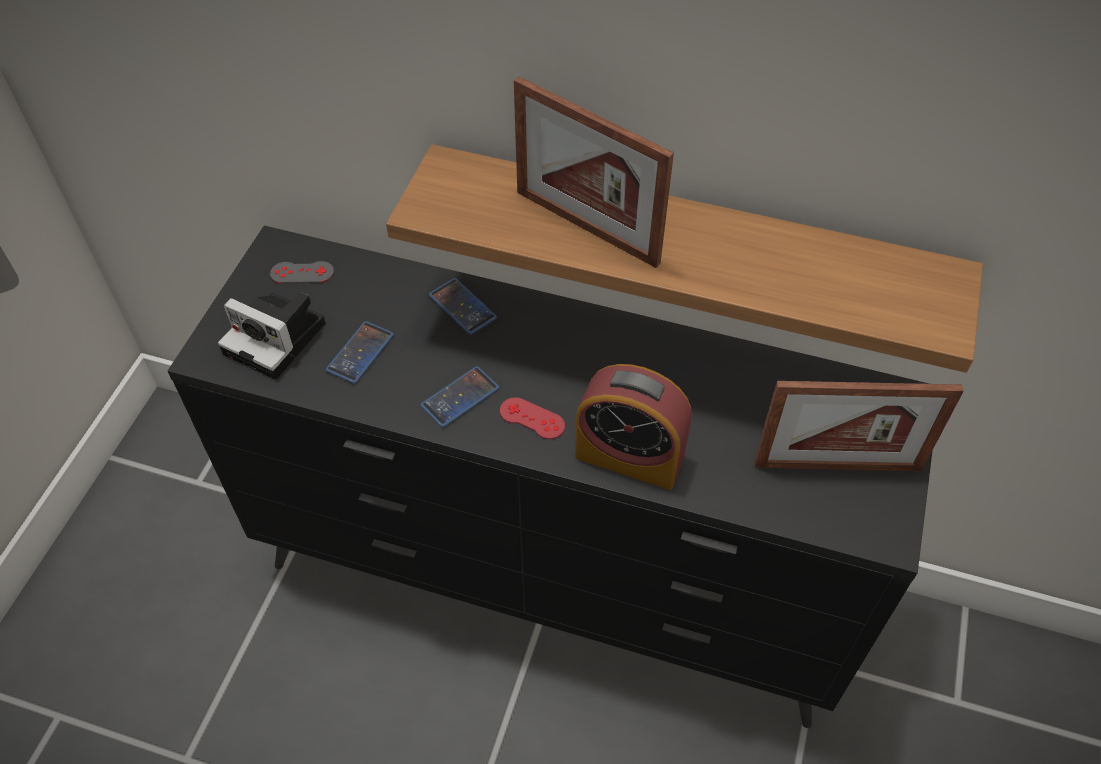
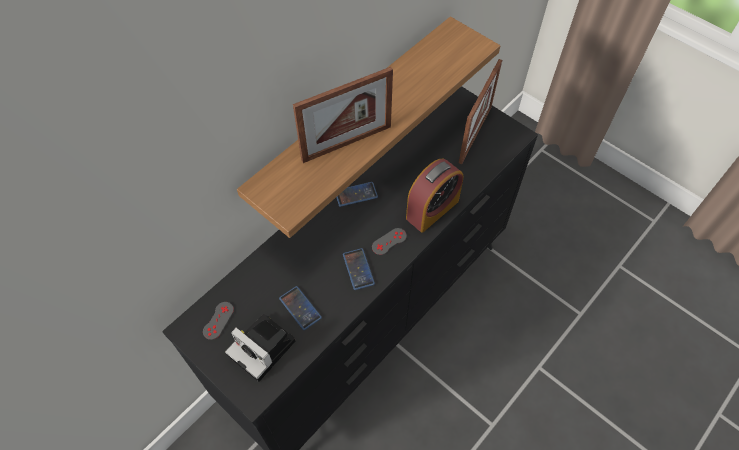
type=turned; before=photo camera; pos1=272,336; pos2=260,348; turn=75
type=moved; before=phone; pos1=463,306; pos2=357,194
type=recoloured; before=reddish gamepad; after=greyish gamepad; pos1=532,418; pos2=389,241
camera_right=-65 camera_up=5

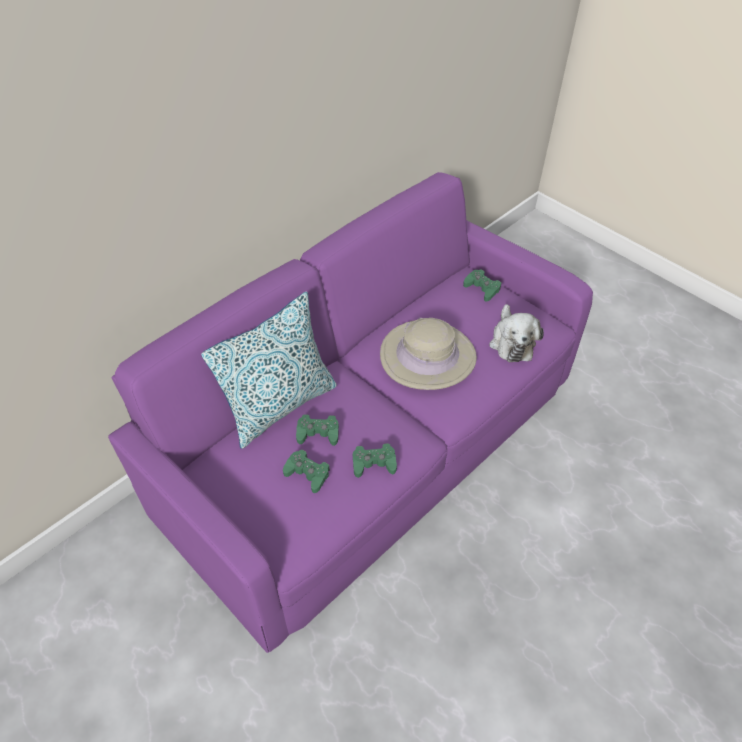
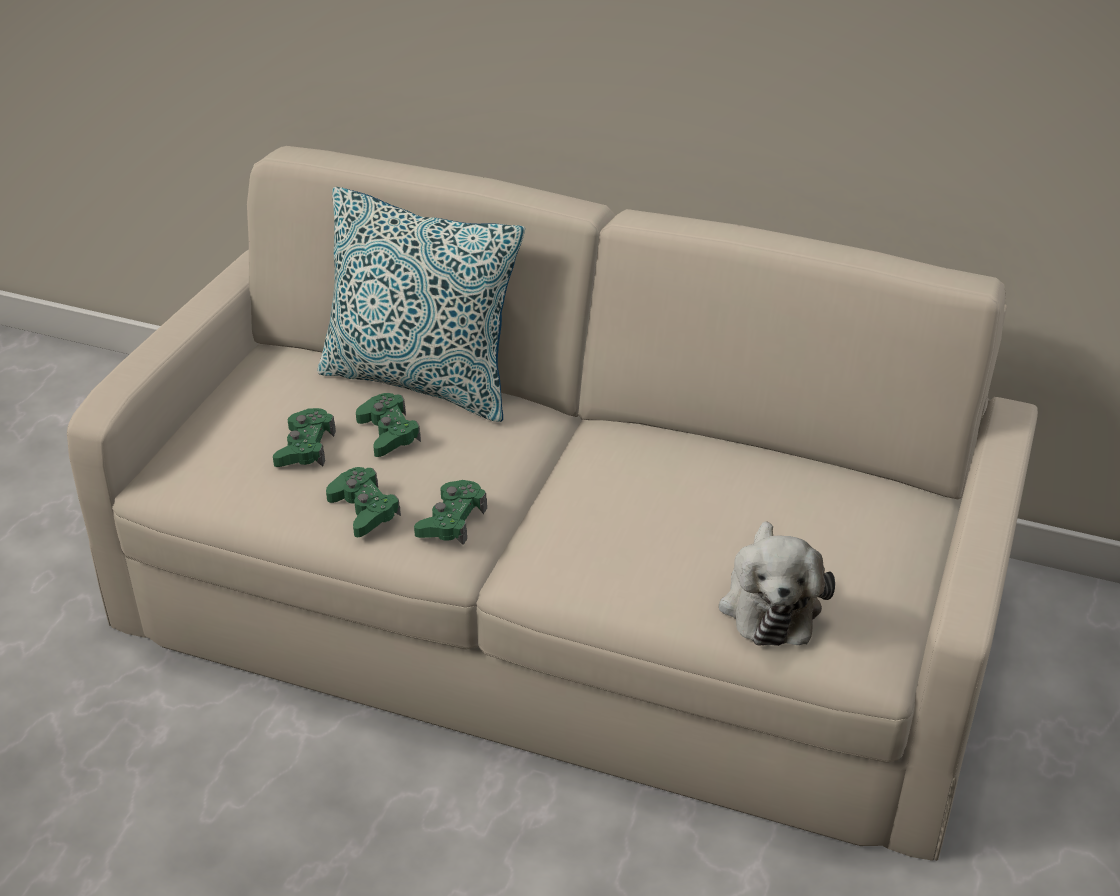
type=recoloured; before=purple settee; after=beige settee; pos1=350,412; pos2=552,503
type=moved; before=greenish gamepad; pos1=482,285; pos2=450,512
type=turned; before=soft toy; pos1=516,333; pos2=777,583; turn=-60
type=removed; before=beige hat; pos1=428,354
camera_right=65 camera_up=-10

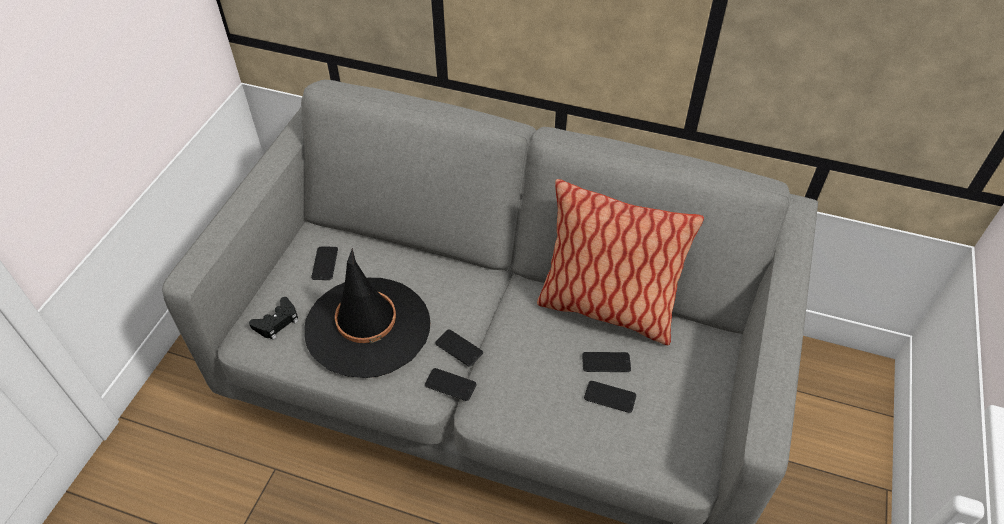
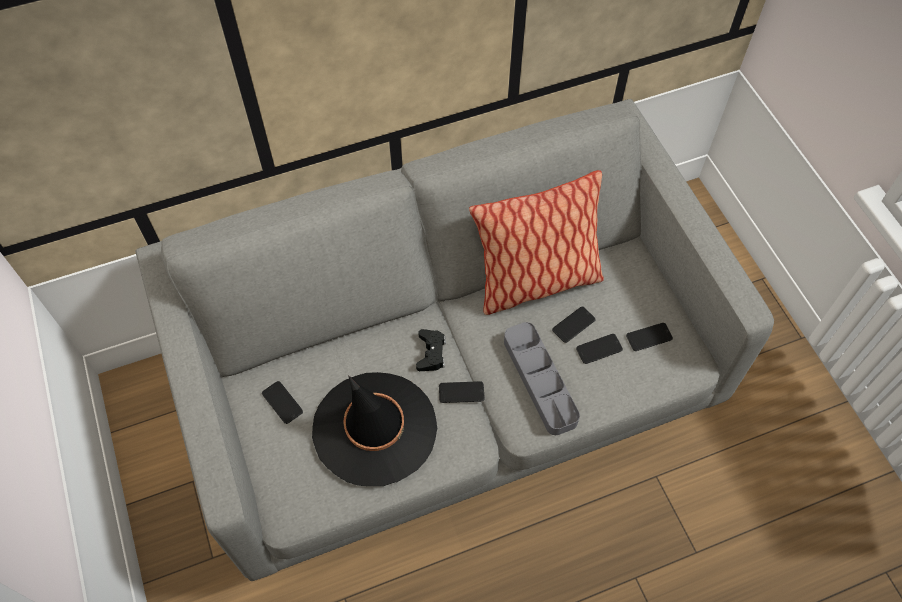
type=moved; before=black gamepad; pos1=273,318; pos2=431,350
type=added; after=greyish serving tray; pos2=542,378
type=moved; before=phone; pos1=451,384; pos2=649,337
camera_right=-40 camera_up=10

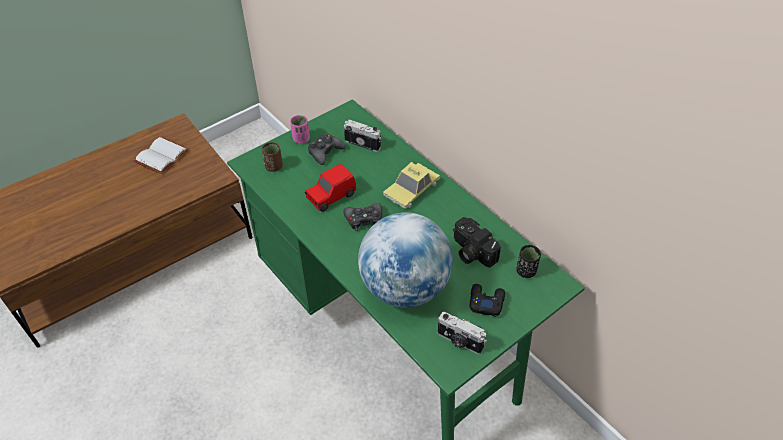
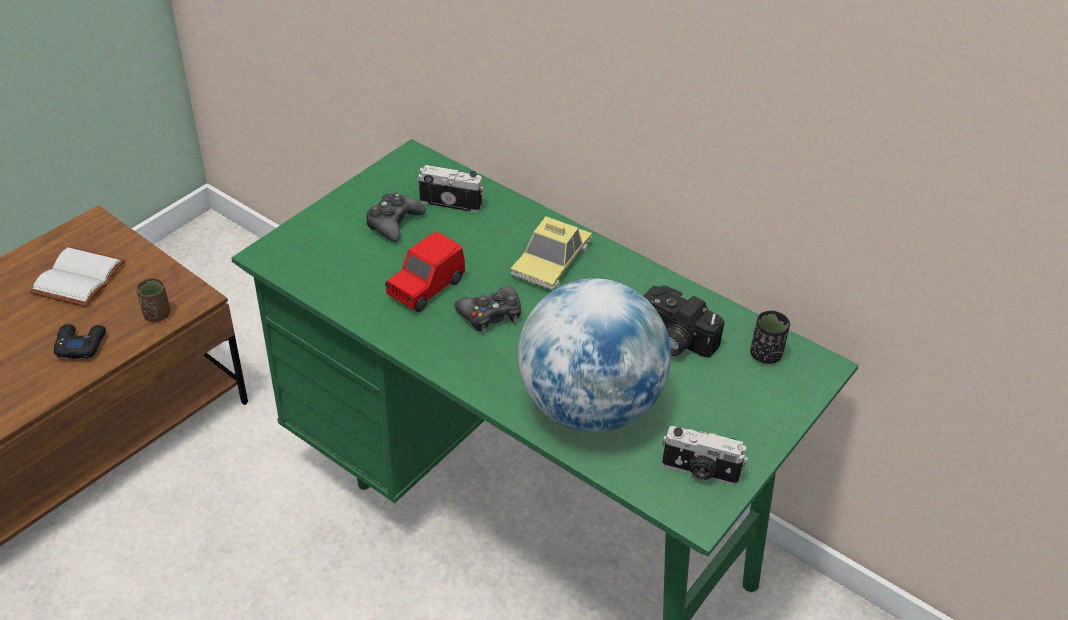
type=moved; before=black gamepad; pos1=487,300; pos2=80,341
type=moved; before=brown-coloured drinking cup; pos1=272,157; pos2=153,300
type=removed; before=pinkish drinking cup; pos1=300,129
camera_right=-15 camera_up=-5

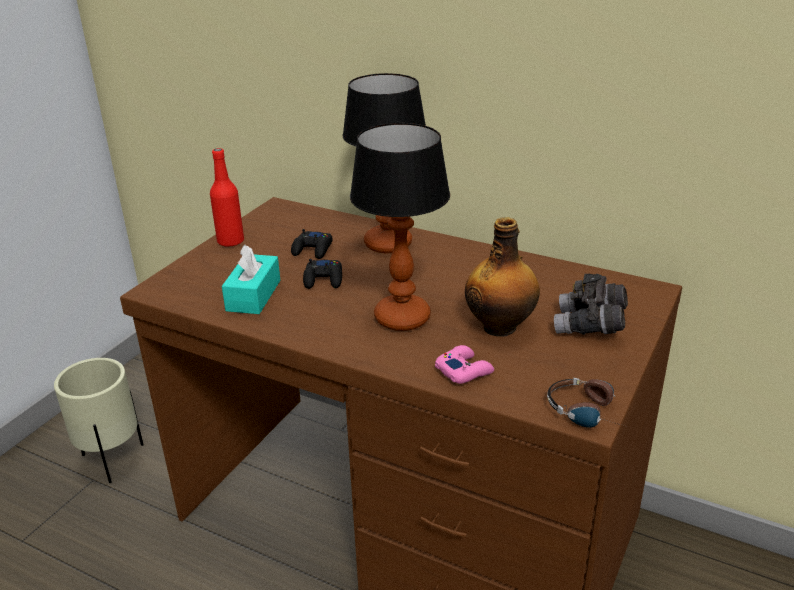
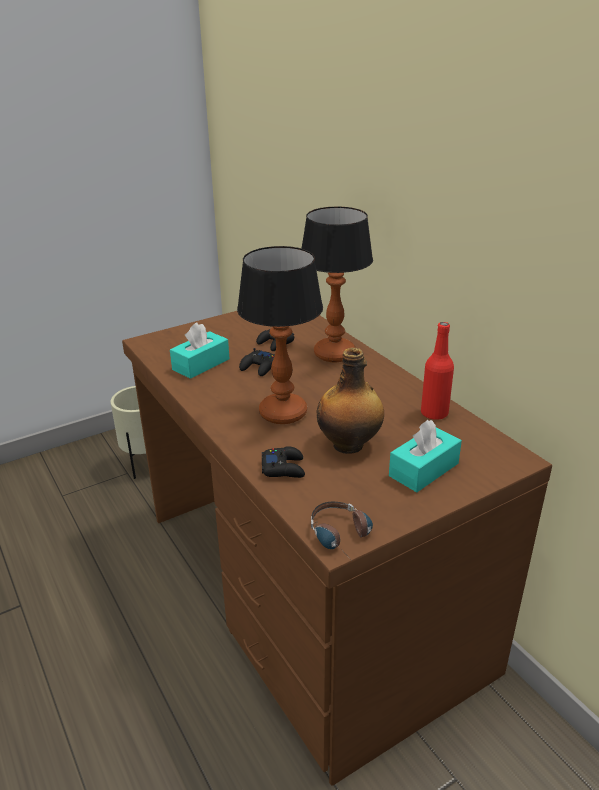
type=recoloured; before=pinkish gamepad; after=black gamepad; pos1=464,364; pos2=283,462
type=replaced; before=greyish pair of binoculars; after=turquoise tissue holder; pos1=591,304; pos2=425,456
type=moved; before=reddish beverage bottle; pos1=227,197; pos2=437,371
camera_right=30 camera_up=0

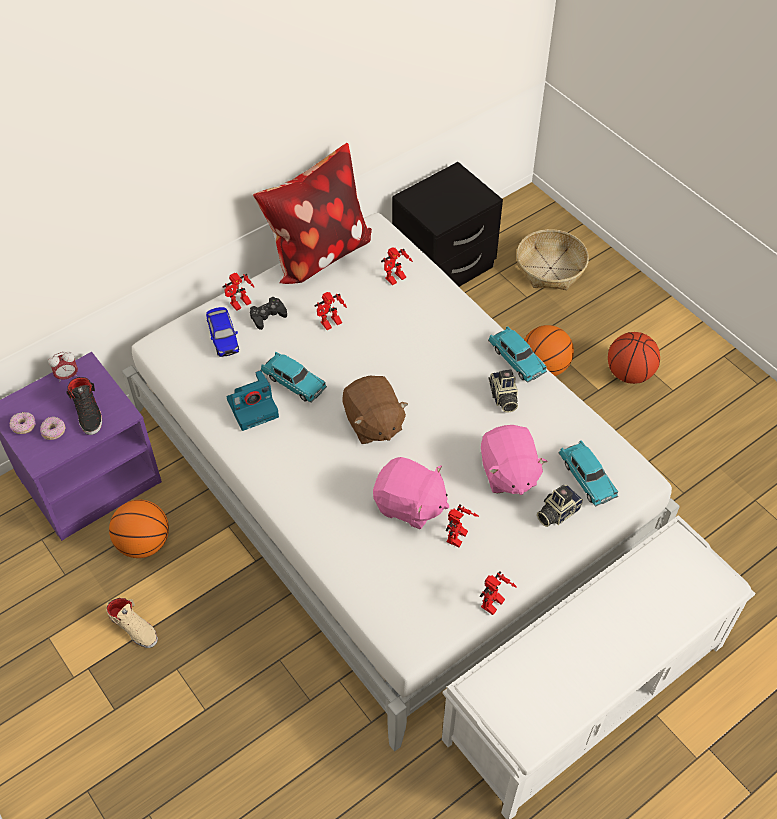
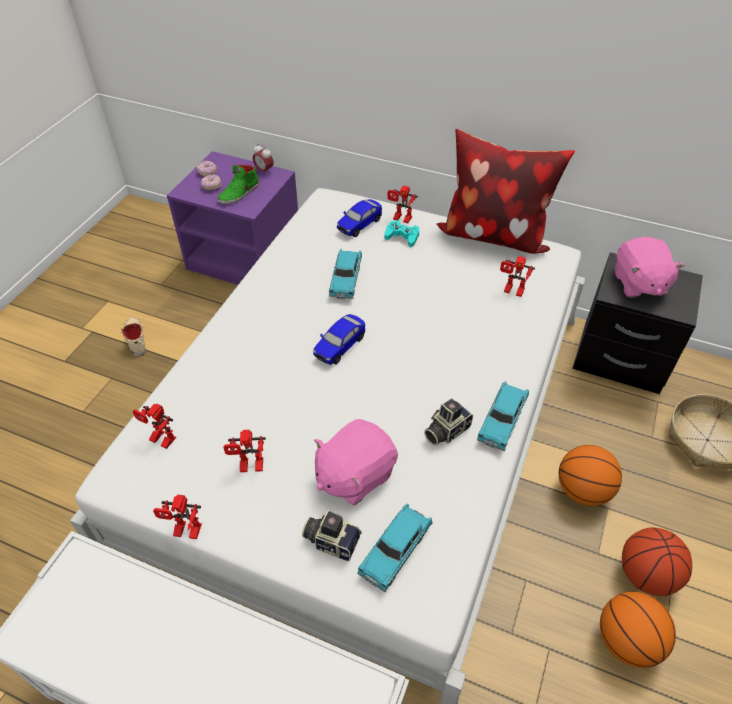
type=turned; before=beige low shoe; pos1=132,623; pos2=132,337; turn=150
type=moved; before=robot figure; pos1=330,311; pos2=154,426
type=recoloured; before=black low shoe; after=greenish low shoe; pos1=84,406; pos2=238,184
type=replaced; before=brown-coloured soft toy; after=miniature car; pos1=375,410; pos2=339,339
type=recoloured; before=black gamepad; after=turquoise gamepad; pos1=268,313; pos2=402,233
type=moved; before=basketball ball; pos1=139,529; pos2=638,630
type=moved; before=pinkish soft toy; pos1=411,493; pos2=650,267
type=removed; before=photo camera; pos1=253,400
camera_right=60 camera_up=-5

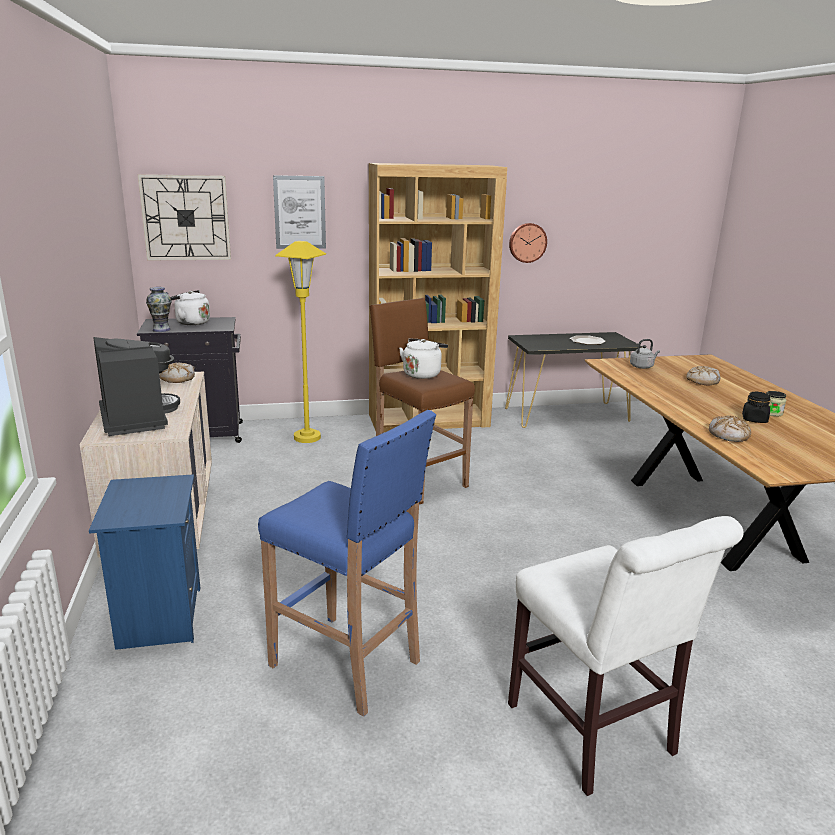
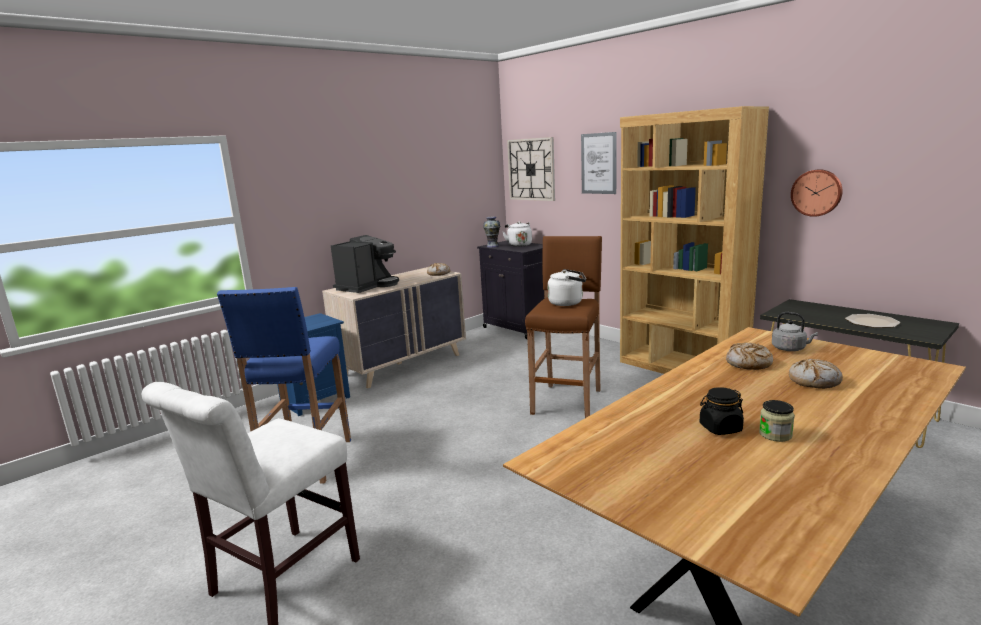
type=moved; before=bakery bread; pos1=730,429; pos2=749,356
type=removed; before=yellowish standing lamp; pos1=300,342
camera_right=60 camera_up=-5

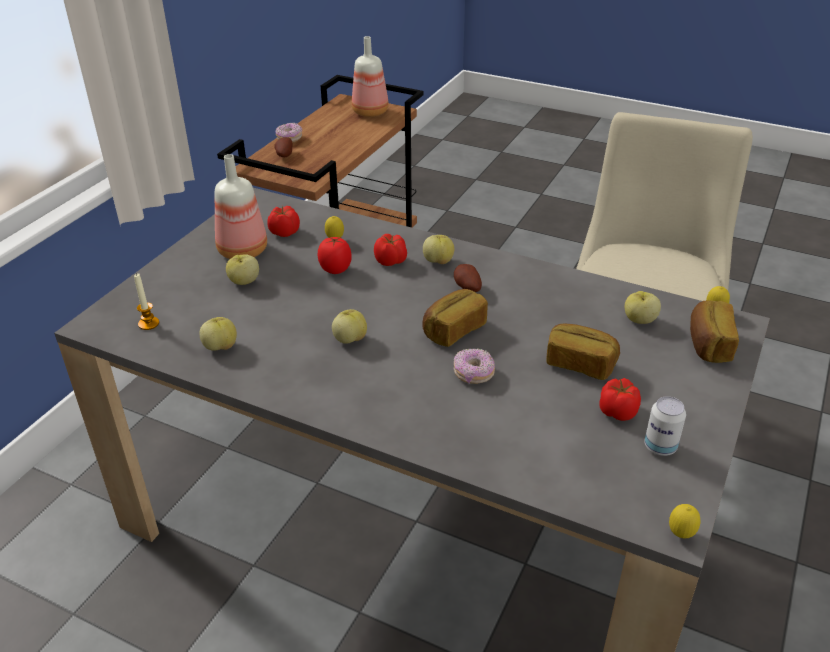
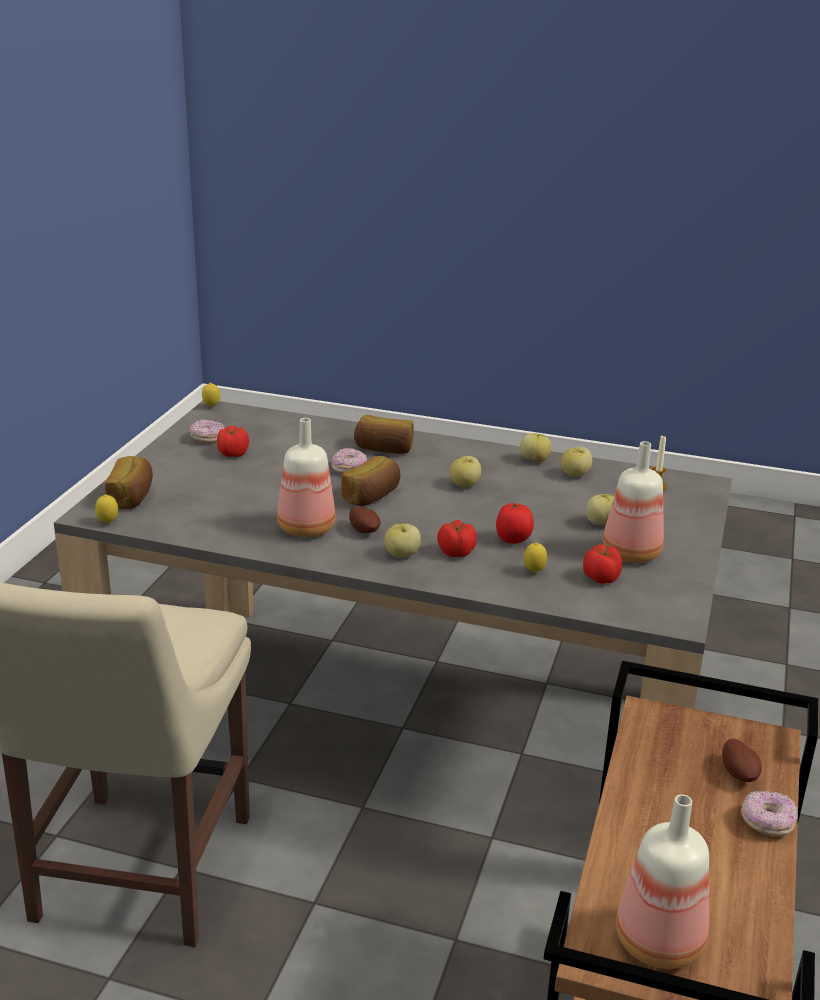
type=replaced; before=metal can; after=doughnut; pos1=665,426; pos2=207,431
type=added; after=beverage bottle; pos2=306,478
type=moved; before=bakery bread; pos1=583,351; pos2=384,434
type=moved; before=apple fruit; pos1=643,307; pos2=536,448
camera_right=170 camera_up=-10

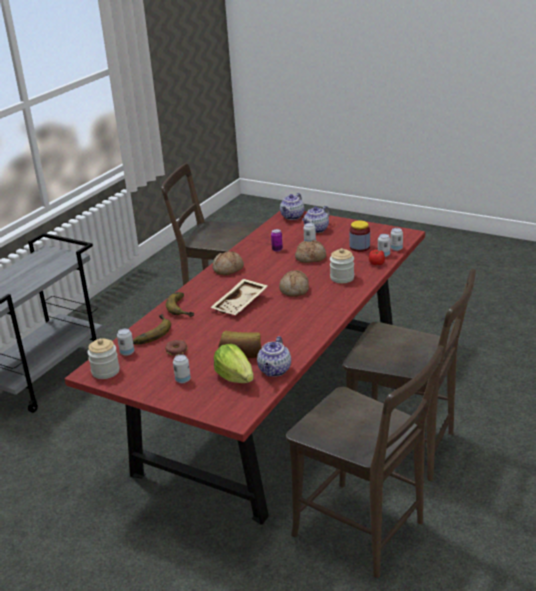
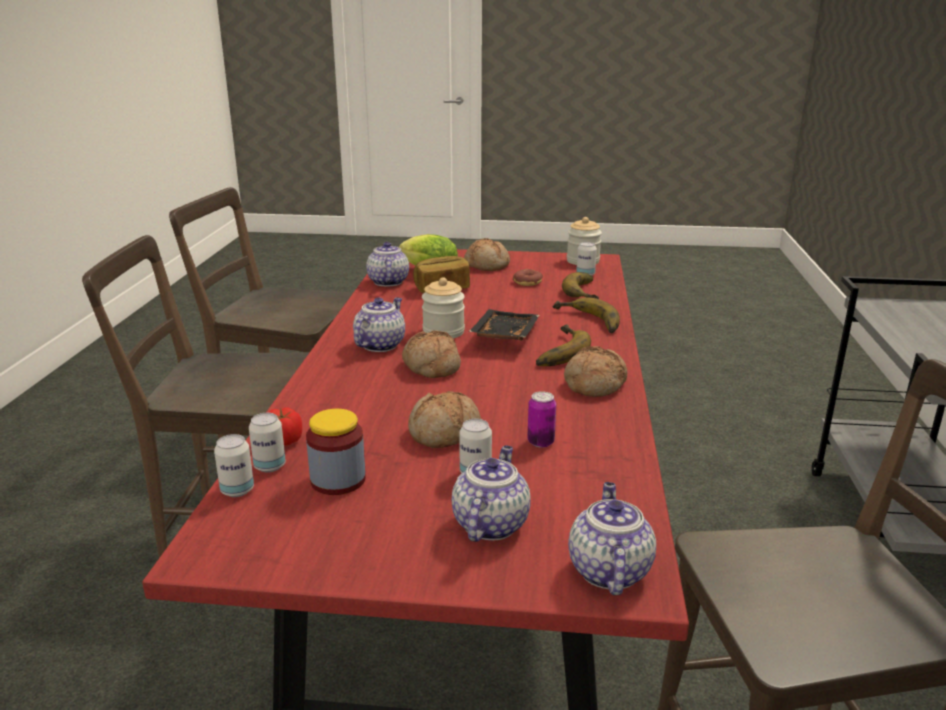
type=added; after=teapot; pos2=379,324
type=moved; before=jar; pos1=342,265; pos2=443,307
type=replaced; before=metal can; after=bakery bread; pos1=182,368; pos2=487,254
type=recoloured; before=beige serving tray; after=black serving tray; pos1=239,297; pos2=504,325
type=added; after=banana fruit; pos2=563,345
camera_right=155 camera_up=-5

